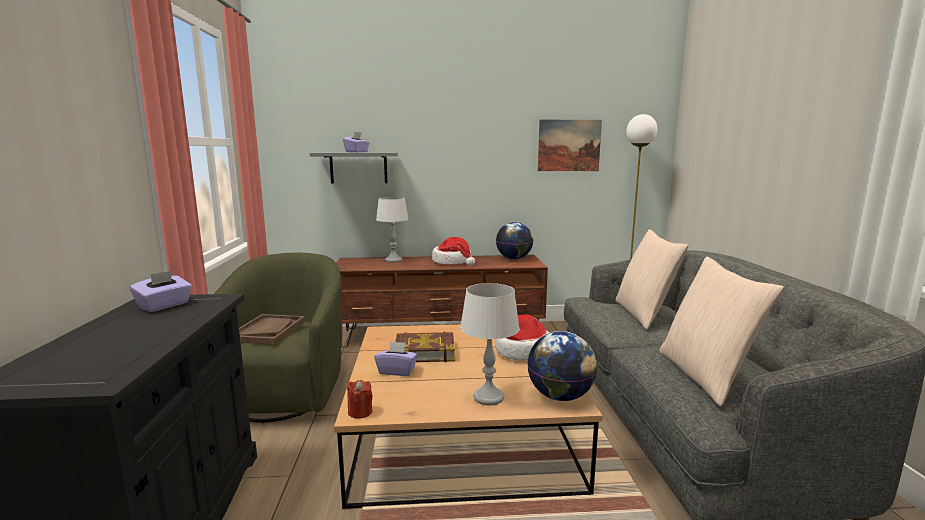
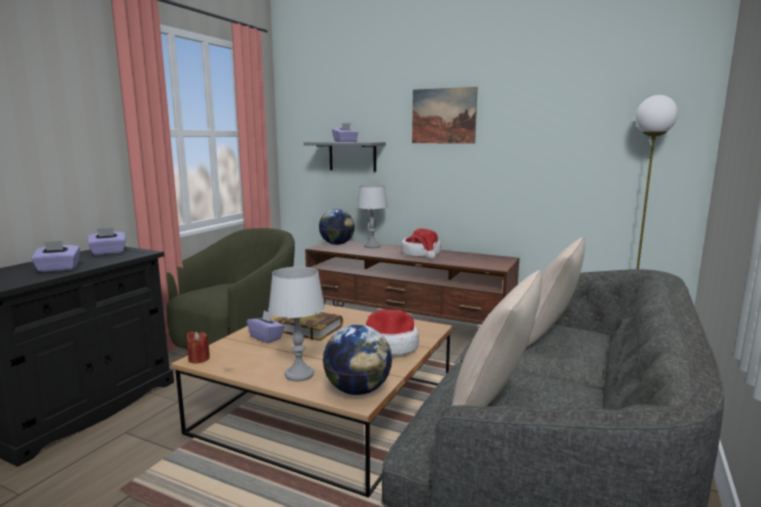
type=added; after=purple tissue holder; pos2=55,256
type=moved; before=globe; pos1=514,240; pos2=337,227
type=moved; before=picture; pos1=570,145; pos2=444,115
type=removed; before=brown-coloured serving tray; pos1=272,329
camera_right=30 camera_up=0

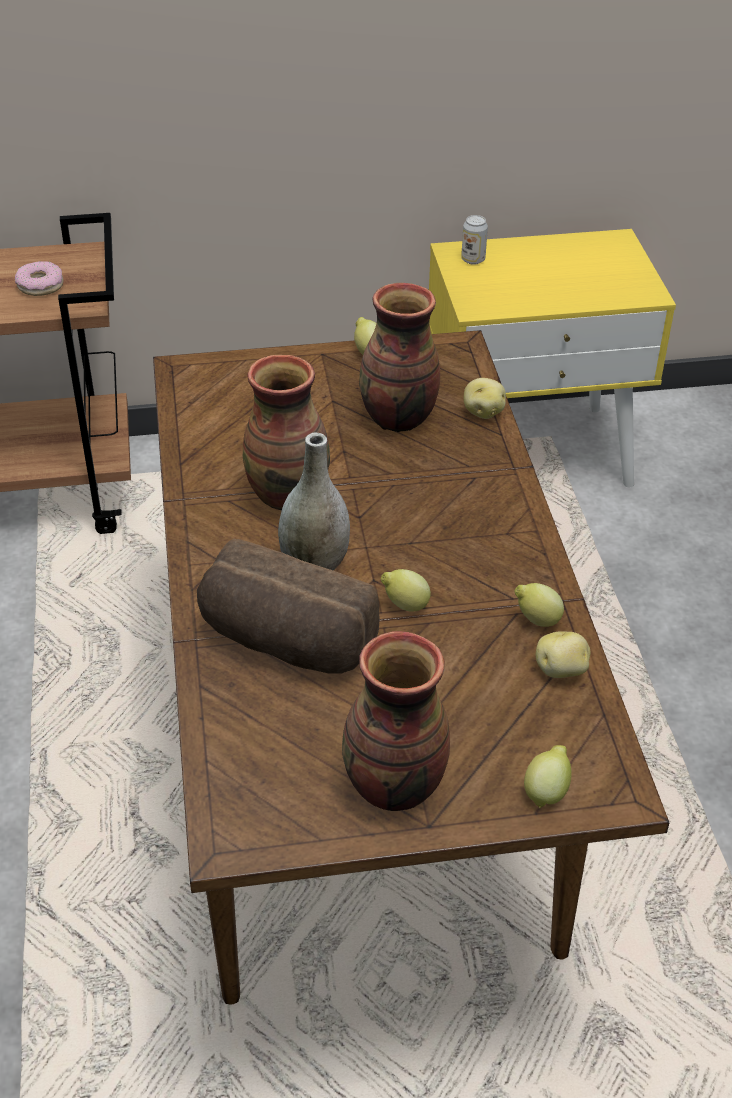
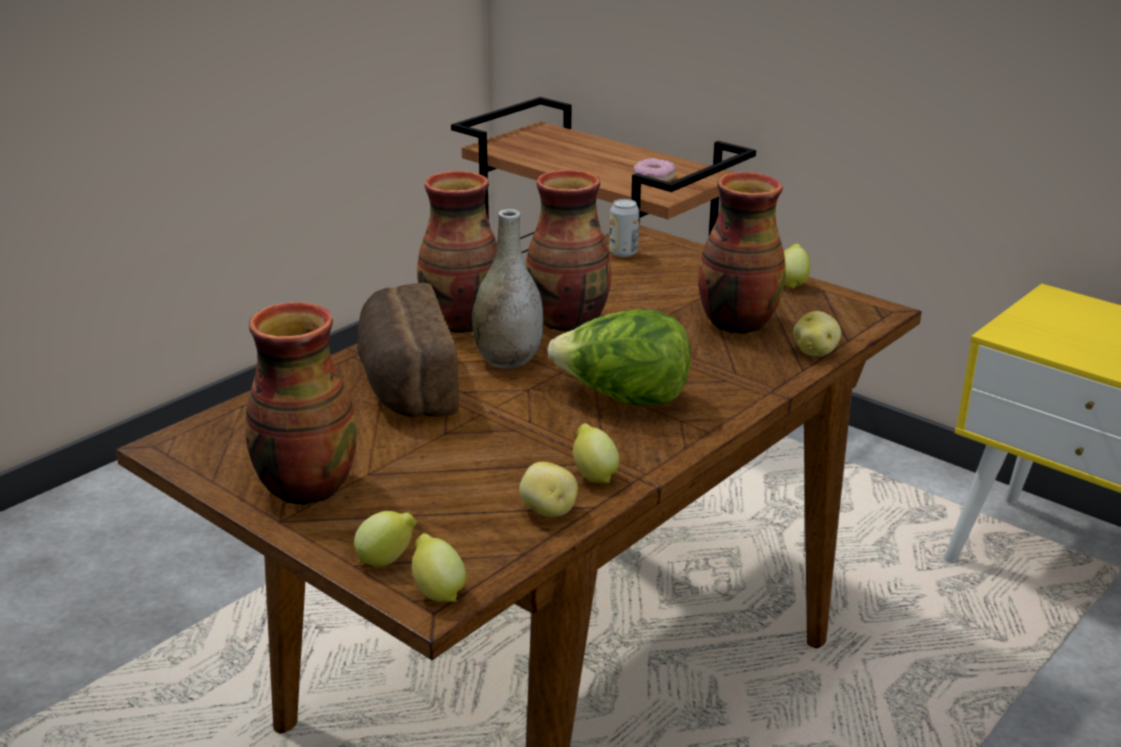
type=moved; before=whole lemon; pos1=406,590; pos2=439,567
type=added; after=flower vase; pos2=457,252
type=added; after=lettuce head; pos2=619,357
type=moved; before=metal can; pos1=474,240; pos2=624,228
camera_right=50 camera_up=-15

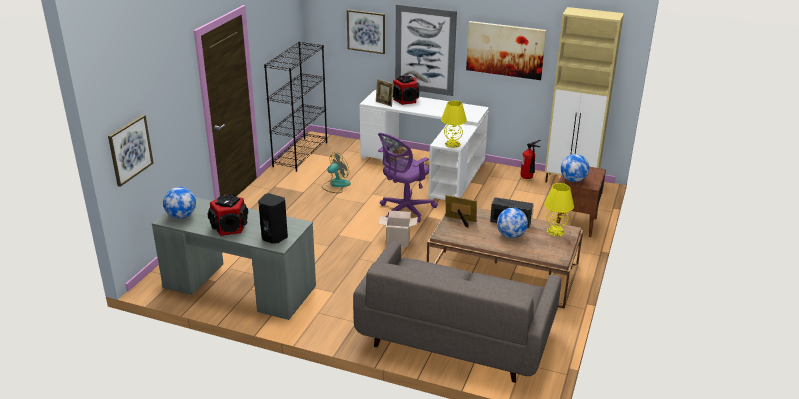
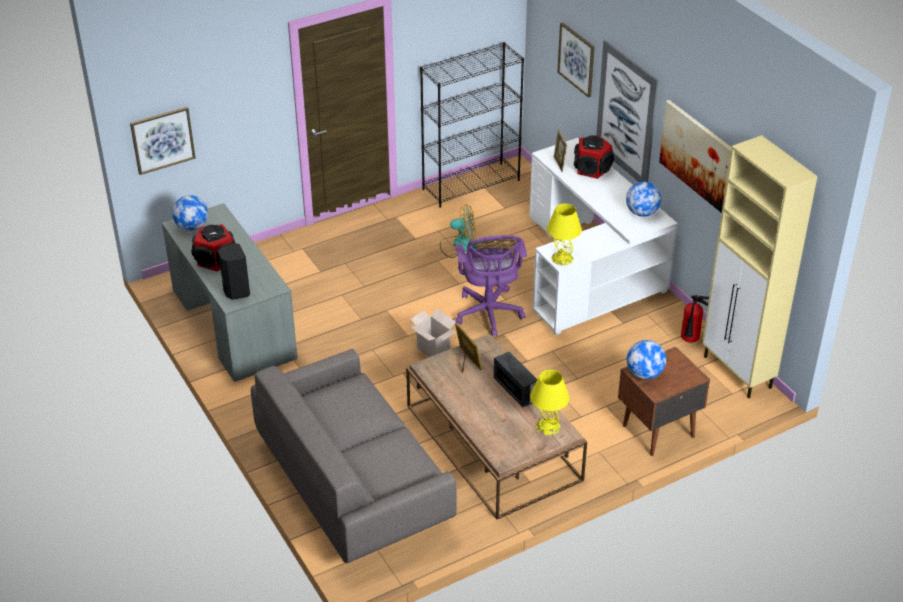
type=turned; before=purple computer chair; pos1=408,178; pos2=491,286; turn=-90
type=moved; before=globe; pos1=512,223; pos2=643,199
camera_right=40 camera_up=10

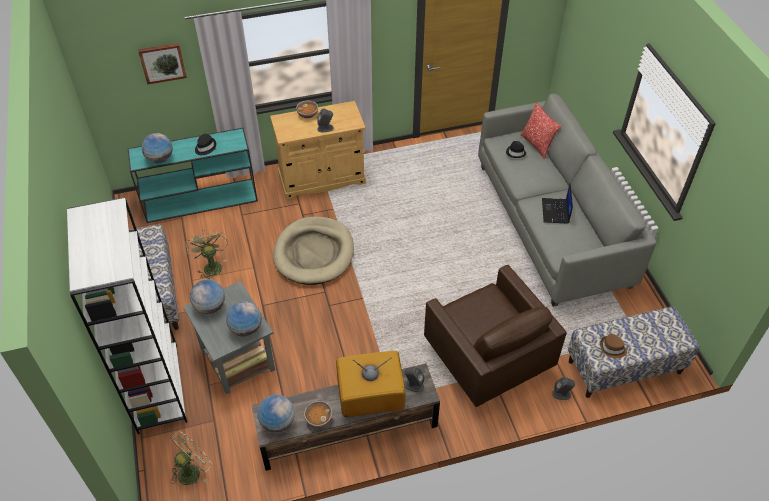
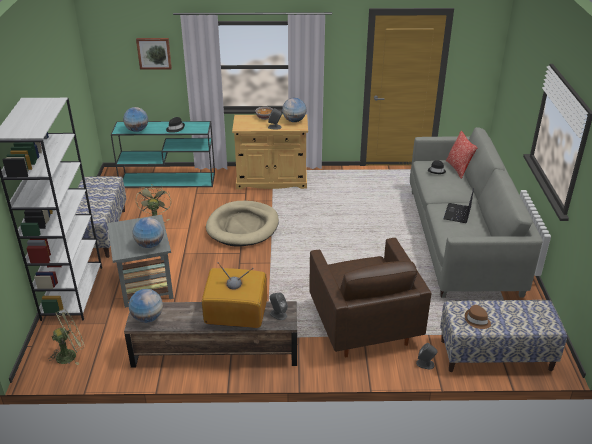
type=moved; before=globe; pos1=207,297; pos2=294,110
type=removed; before=serving bowl; pos1=318,414
camera_right=15 camera_up=-15

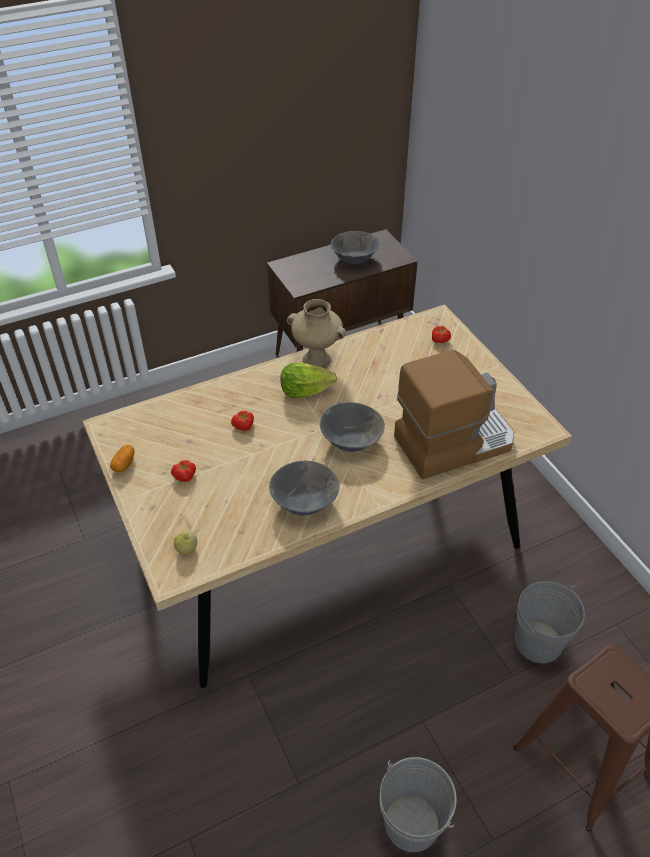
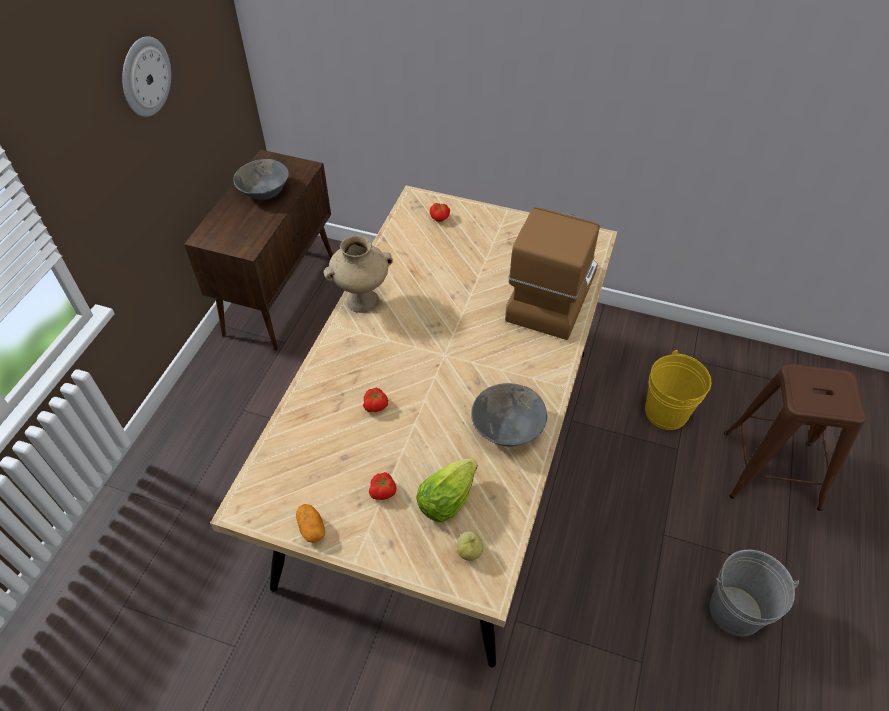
type=added; after=clock on the wall; pos2=146,76
type=moved; before=lettuce head; pos1=308,380; pos2=446,490
type=recoloured; before=greyish pail; after=yellowish pail; pos1=550,622; pos2=678,390
type=removed; before=greyish serving bowl; pos1=352,427
camera_right=-45 camera_up=5

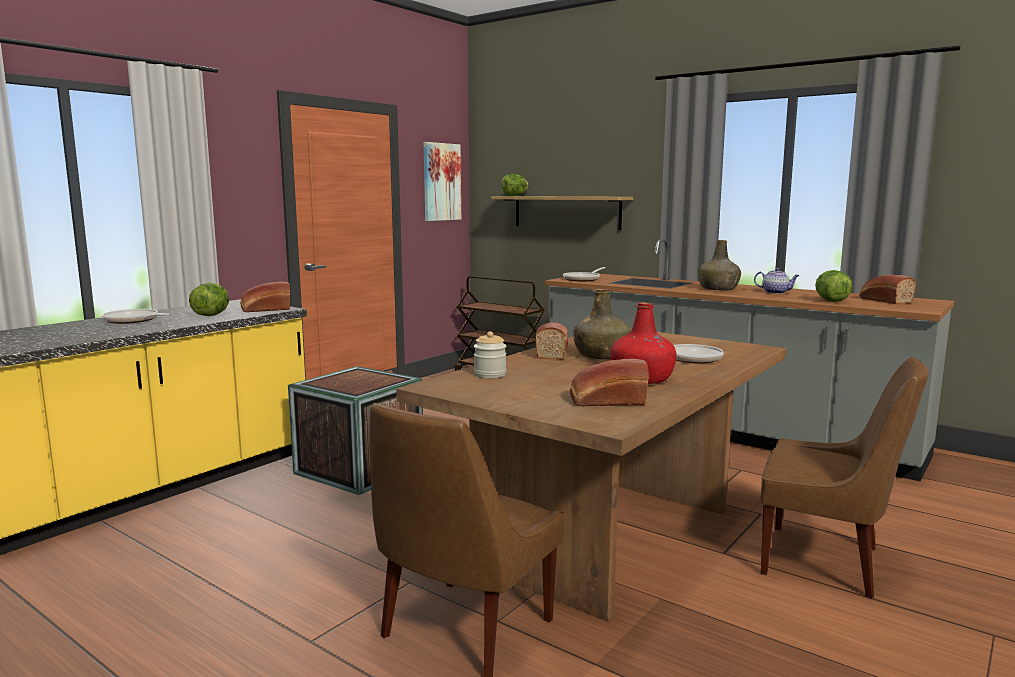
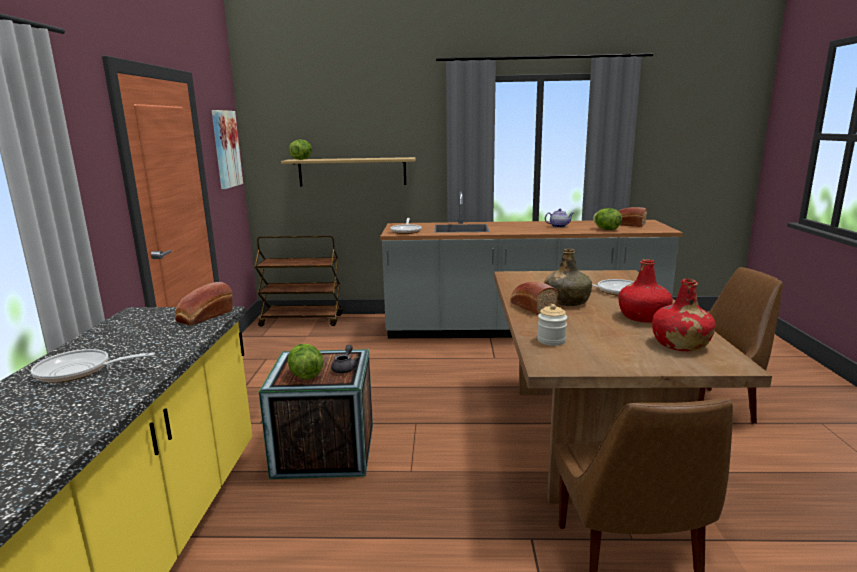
type=moved; before=lettuce head; pos1=209,299; pos2=306,362
type=added; after=greyish teapot; pos2=345,359
type=replaced; before=bakery bread; after=reddish beverage bottle; pos1=609,382; pos2=684,315
type=removed; before=greenish beverage bottle; pos1=719,265
camera_right=-35 camera_up=5

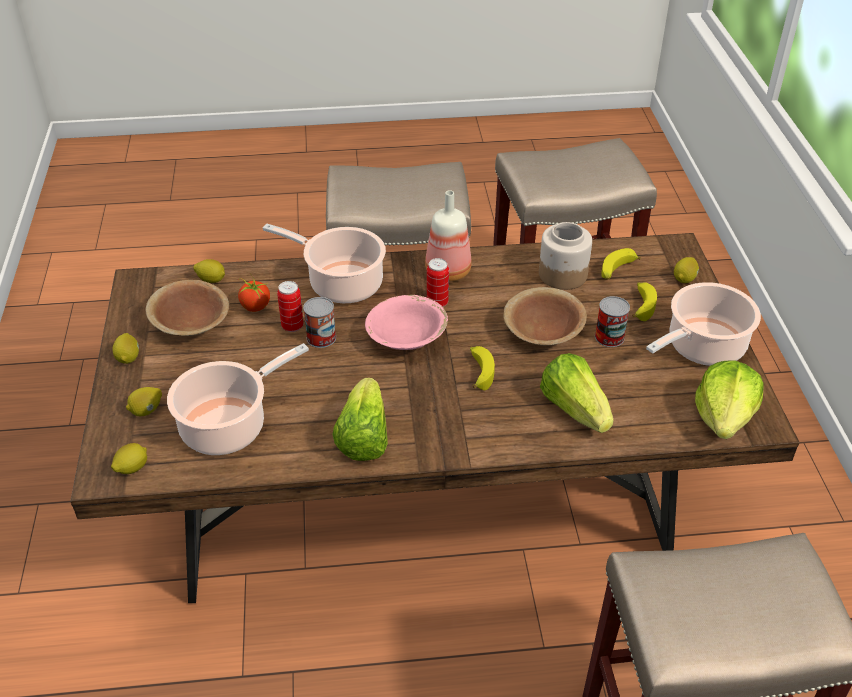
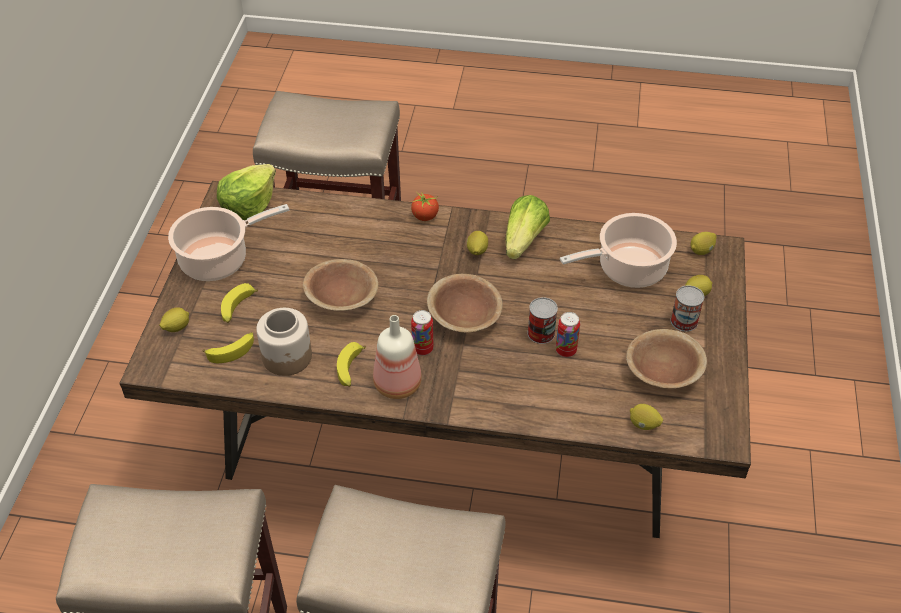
type=moved; before=banana fruit; pos1=482,368; pos2=351,364
type=moved; before=tomato; pos1=254,292; pos2=425,207
type=recoloured; before=pinkish serving bowl; after=brown-coloured serving bowl; pos1=406,322; pos2=465,303
type=moved; before=whole lemon; pos1=125,348; pos2=477,243
type=moved; before=metal can; pos1=612,321; pos2=687,308
type=removed; before=stockpot; pos1=324,263
type=removed; before=lettuce head; pos1=577,393
camera_right=-165 camera_up=5

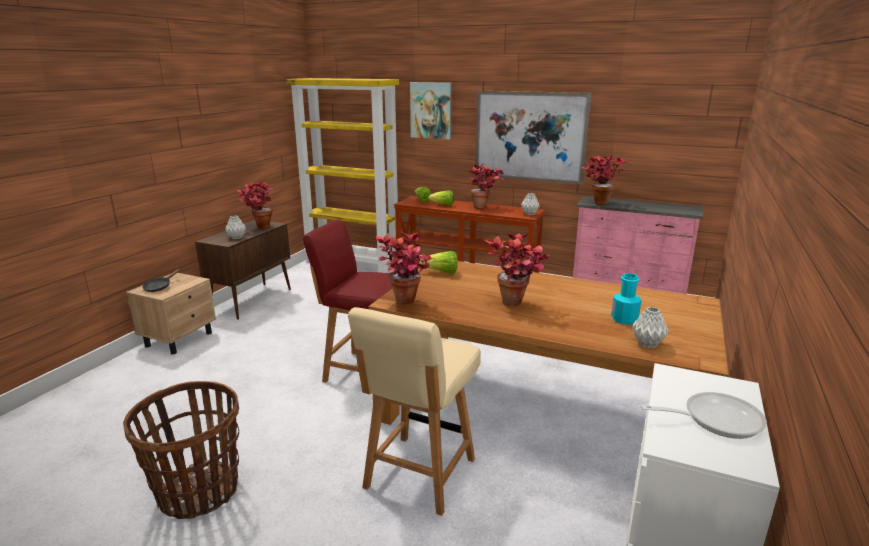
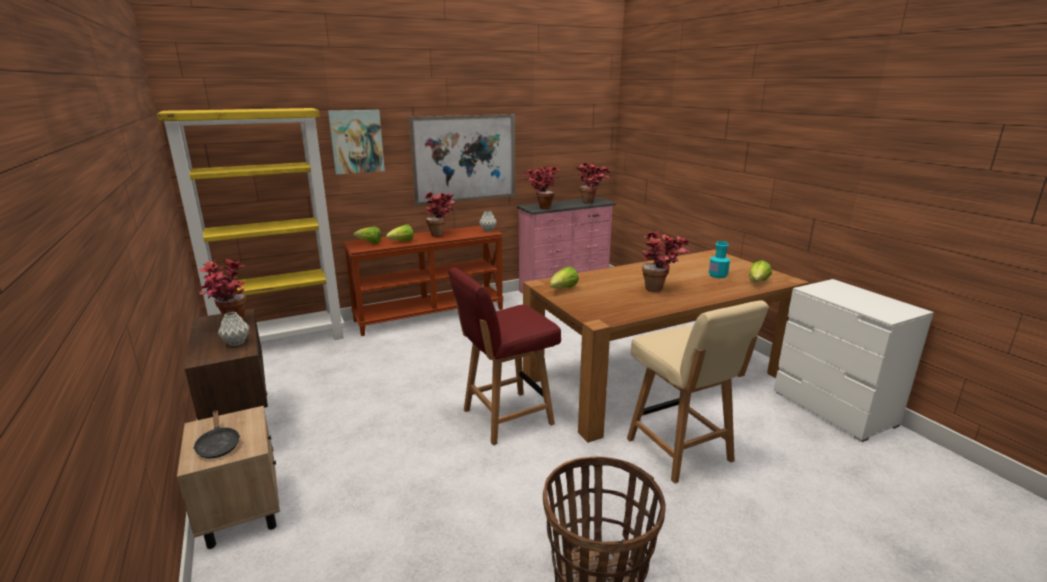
type=moved; before=houseplant; pos1=404,267; pos2=592,182
type=replaced; before=greyish flower vase; after=lettuce head; pos1=650,327; pos2=760,271
type=removed; before=skillet; pos1=704,415
camera_right=-50 camera_up=0

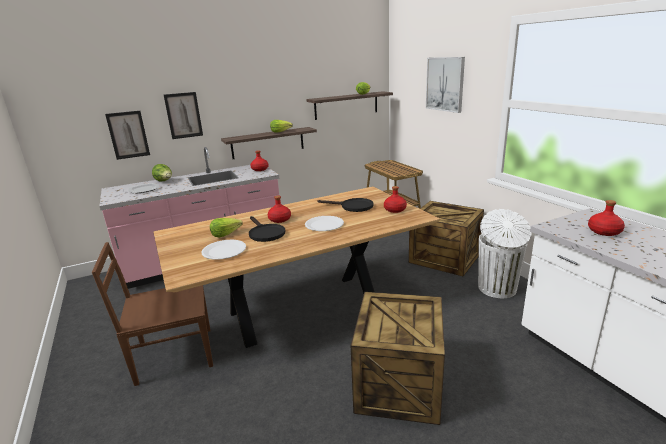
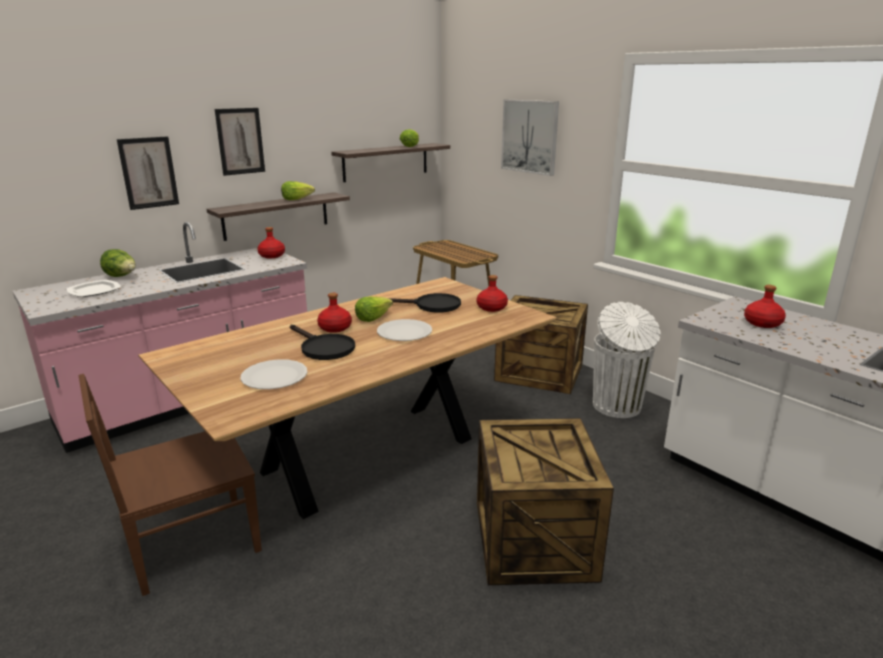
type=moved; before=picture; pos1=127,135; pos2=240,142
type=moved; before=lettuce head; pos1=226,227; pos2=374,309
camera_right=-15 camera_up=0

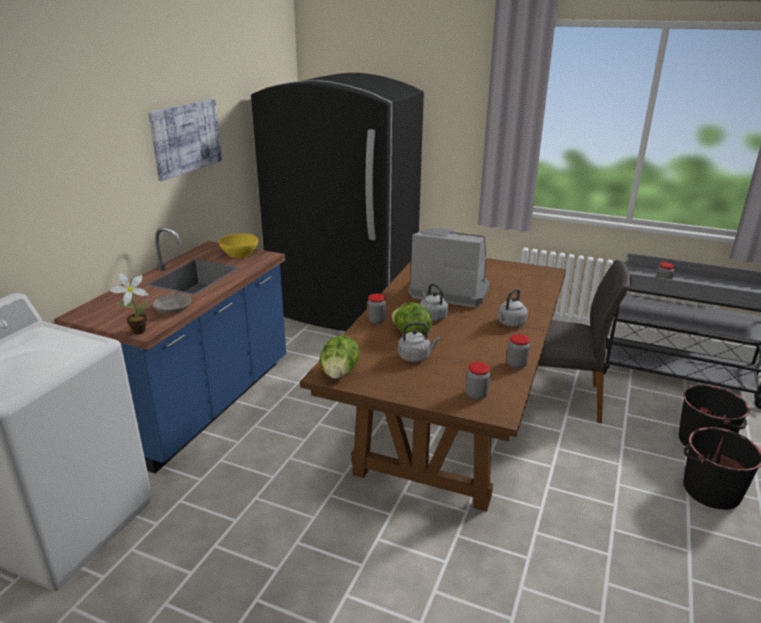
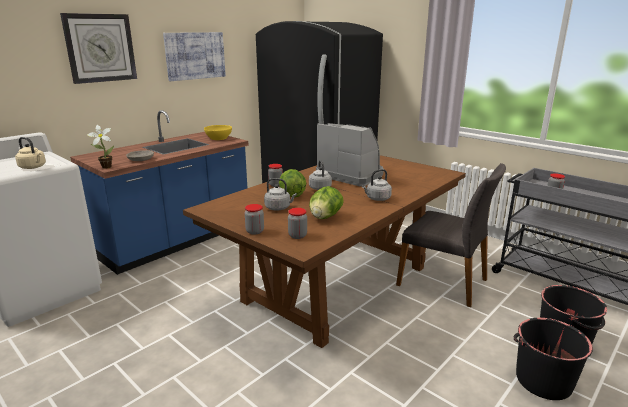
type=added; after=beige water kettle; pos2=30,153
type=added; after=clock on the wall; pos2=98,48
type=moved; before=jar; pos1=518,351; pos2=254,219
type=moved; before=lettuce head; pos1=339,357; pos2=326,202
camera_right=20 camera_up=-5

